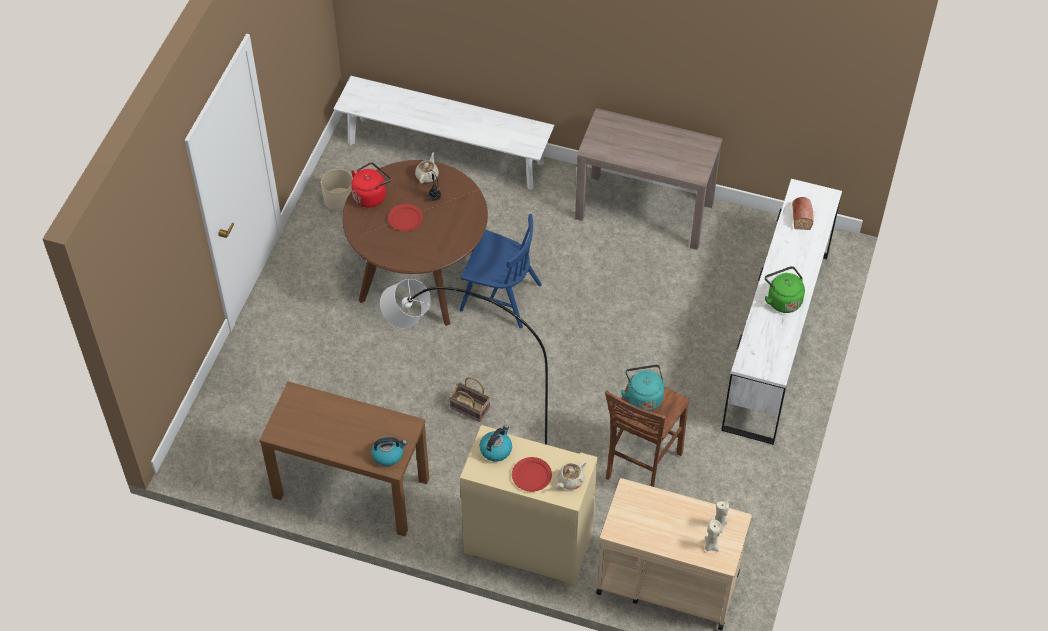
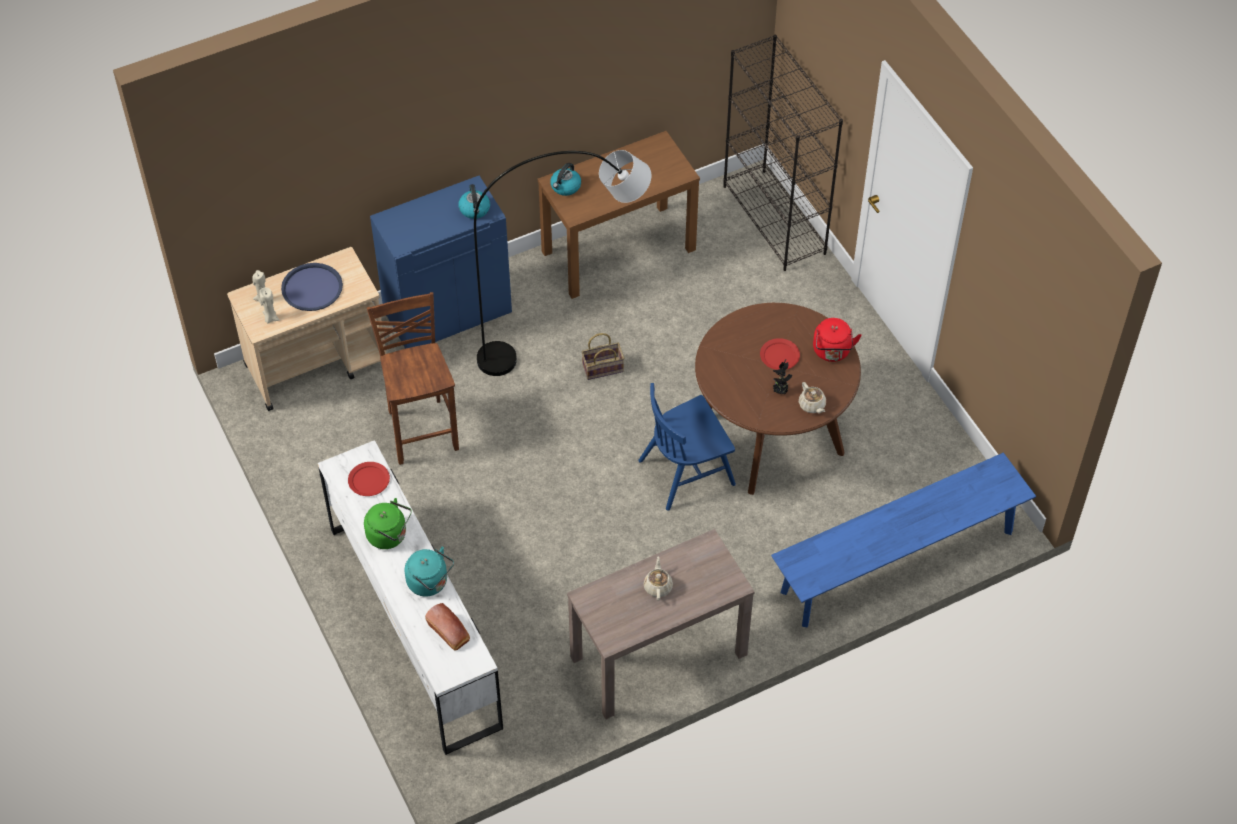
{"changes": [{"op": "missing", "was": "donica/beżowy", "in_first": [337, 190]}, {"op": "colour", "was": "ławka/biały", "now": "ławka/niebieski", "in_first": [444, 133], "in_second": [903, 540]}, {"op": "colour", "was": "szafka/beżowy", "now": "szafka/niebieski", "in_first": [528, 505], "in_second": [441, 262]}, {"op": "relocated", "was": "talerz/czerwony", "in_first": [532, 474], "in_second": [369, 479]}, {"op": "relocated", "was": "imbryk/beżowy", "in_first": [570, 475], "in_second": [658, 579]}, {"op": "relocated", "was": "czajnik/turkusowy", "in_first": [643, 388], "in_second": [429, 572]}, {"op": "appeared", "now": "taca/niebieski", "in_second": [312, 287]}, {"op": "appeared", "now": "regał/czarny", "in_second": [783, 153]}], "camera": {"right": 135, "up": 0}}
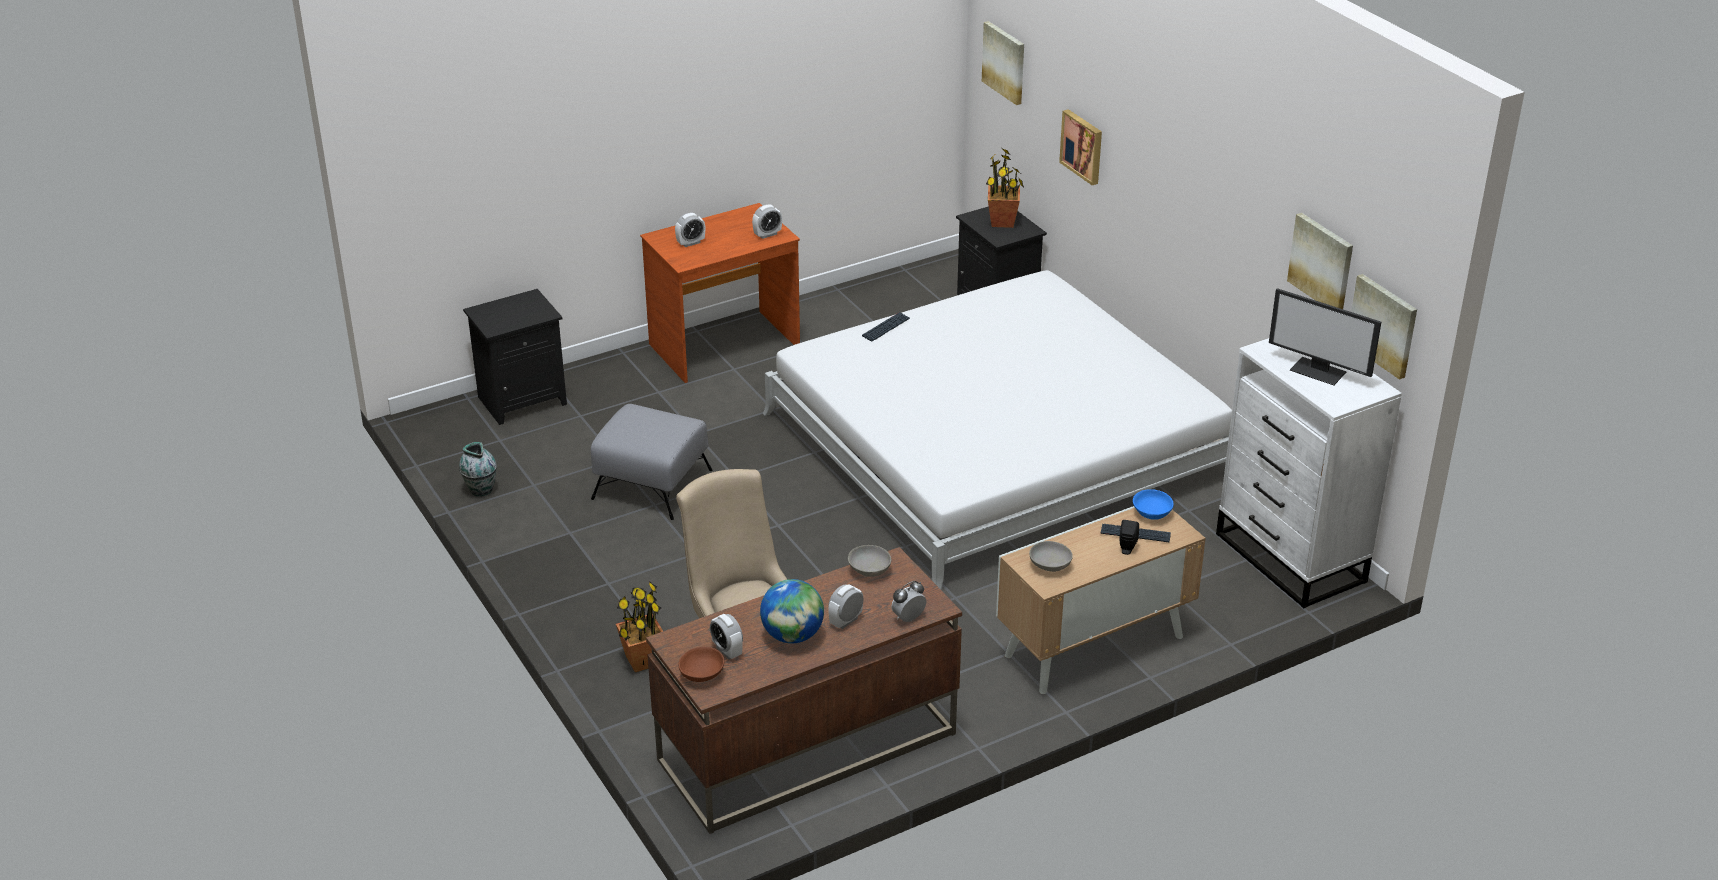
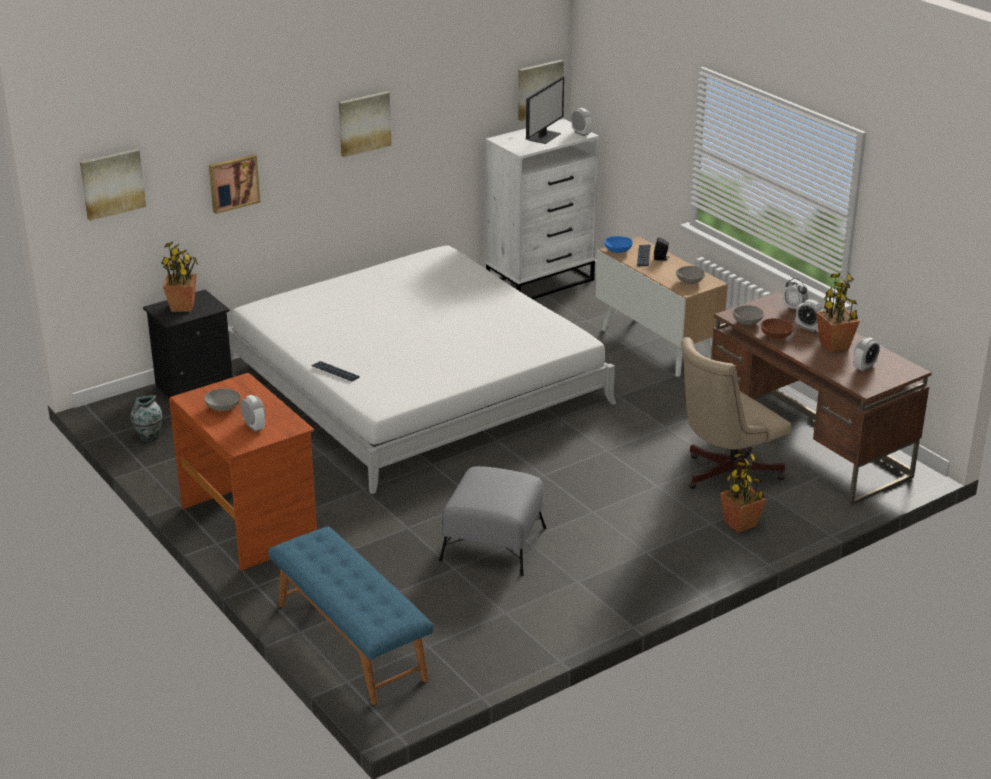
{"changes": [{"op": "relocated", "was": "wazon", "in_first": [478, 469], "in_second": [146, 418]}, {"op": "exchanged", "was": "szafka nocna/czarny", "now": "ławka/niebieski", "in_first": [515, 357], "in_second": [350, 616]}, {"op": "relocated", "was": "miska/brązowy", "in_first": [701, 664], "in_second": [777, 328]}, {"op": "relocated", "was": "budzik", "in_first": [767, 221], "in_second": [581, 122]}, {"op": "exchanged", "was": "globus", "now": "roślina doniczkowa", "in_first": [792, 611], "in_second": [838, 312]}, {"op": "relocated", "was": "obraz", "in_first": [1320, 261], "in_second": [365, 124]}, {"op": "appeared", "now": "miska/szary", "in_second": [222, 400]}], "camera": {"right": -95, "up": -5}}
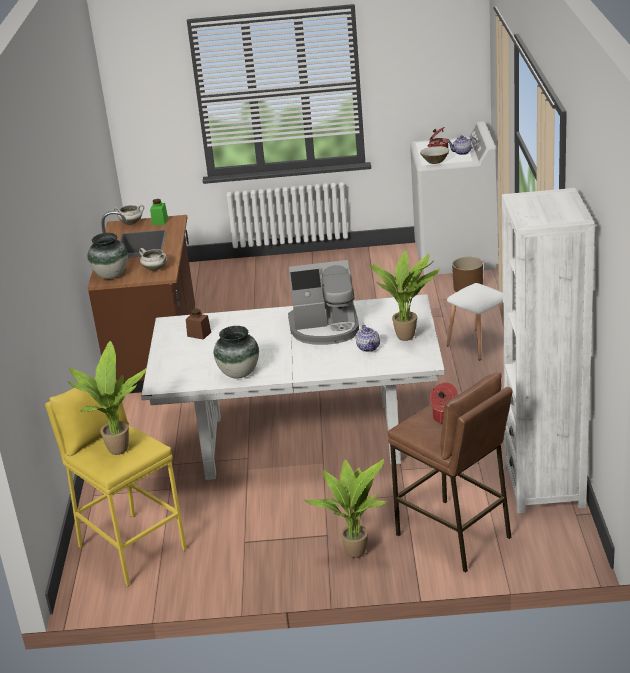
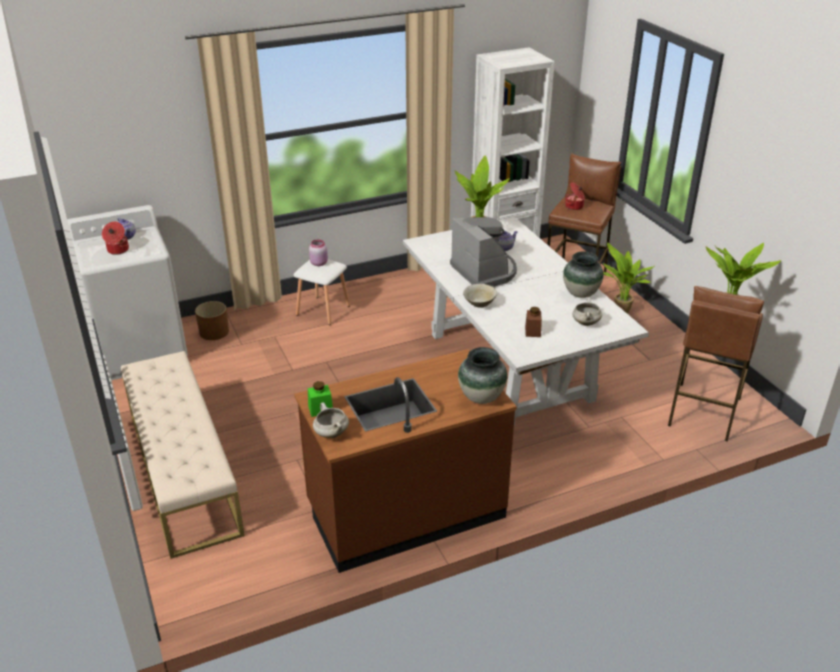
{"changes": [{"op": "colour", "was": "stołek/żółty", "now": "stołek/brązowy", "in_first": [116, 482], "in_second": [716, 364]}, {"op": "relocated", "was": "garnek/biały", "in_first": [153, 259], "in_second": [587, 311]}, {"op": "relocated", "was": "miska/beżowy", "in_first": [434, 155], "in_second": [480, 296]}, {"op": "appeared", "now": "ławka/beżowy", "in_second": [183, 455]}, {"op": "appeared", "now": "słoik/różowy", "in_second": [318, 252]}], "camera": {"right": -115, "up": 5}}
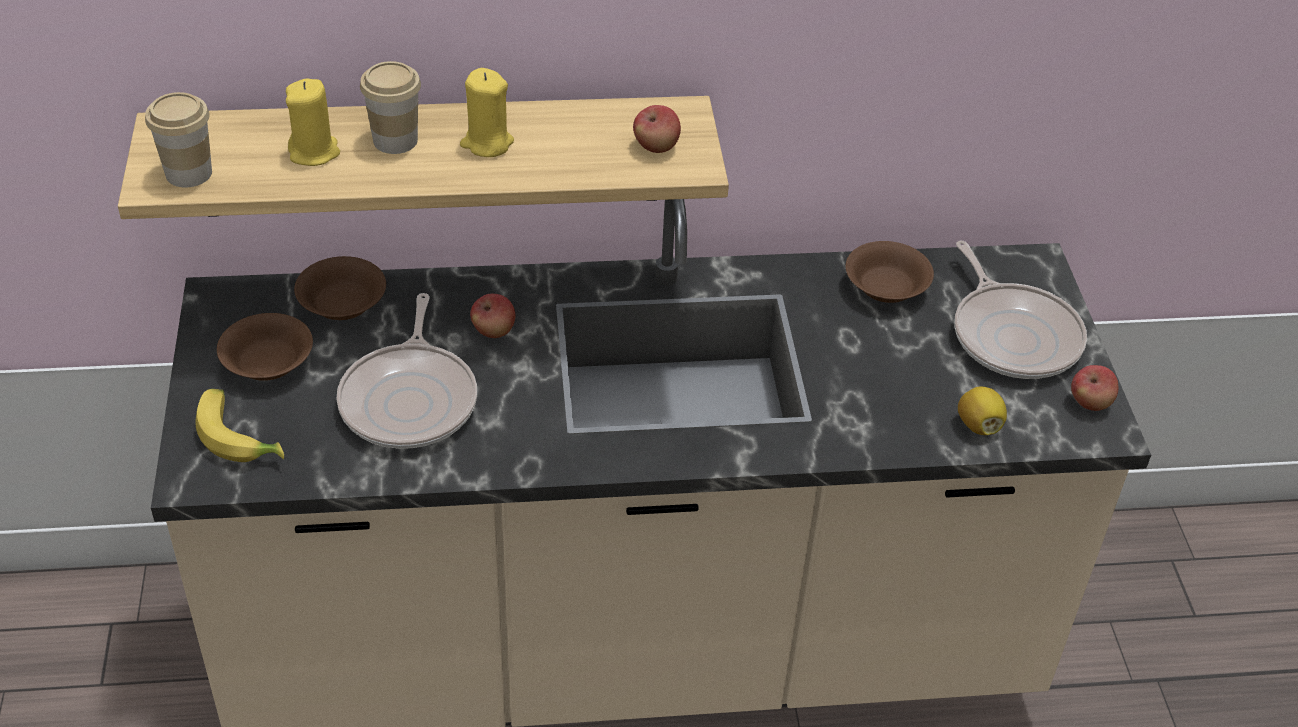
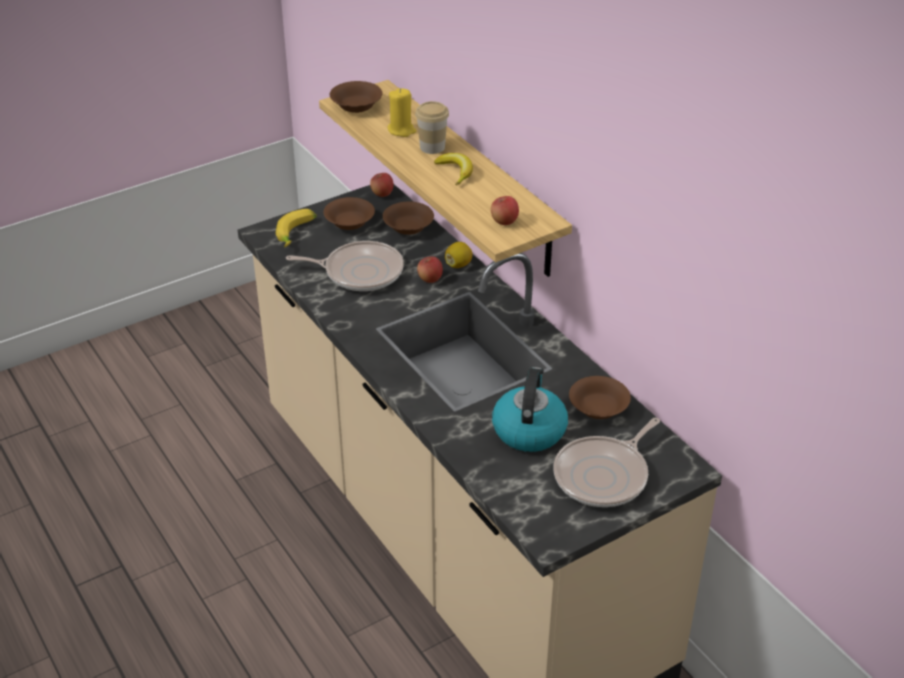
{"changes": [{"op": "exchanged", "was": "filiżanka", "now": "miska/brązowy", "in_first": [178, 139], "in_second": [356, 97]}, {"op": "spun", "was": "patelnia", "in_first": [406, 371], "in_second": [345, 266], "clockwise": -150}, {"op": "exchanged", "was": "świeca/żółty", "now": "banan", "in_first": [487, 112], "in_second": [453, 169]}, {"op": "relocated", "was": "cytryna", "in_first": [982, 411], "in_second": [458, 255]}, {"op": "relocated", "was": "jabłko", "in_first": [1094, 388], "in_second": [382, 185]}, {"op": "appeared", "now": "czajnik", "in_second": [530, 409]}], "camera": {"right": 65, "up": -5}}
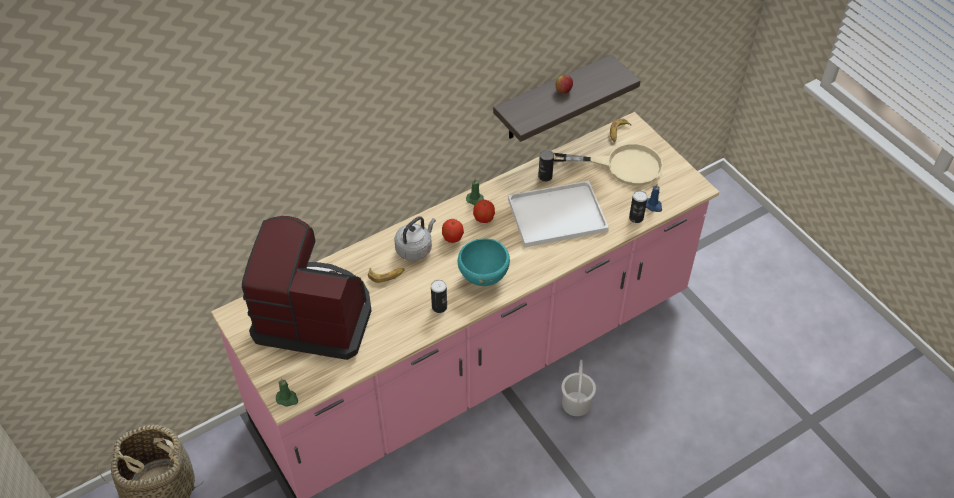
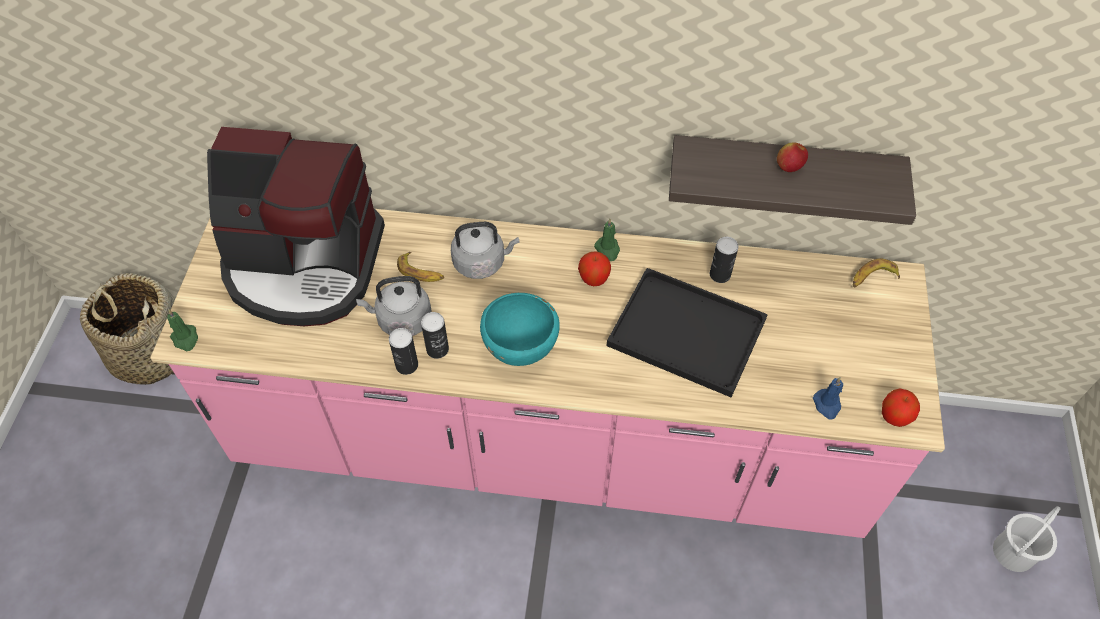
{"changes": [{"op": "spun", "was": "ekspres do kawy", "in_first": [307, 288], "in_second": [296, 226], "clockwise": 135}, {"op": "relocated", "was": "jabłko", "in_first": [453, 231], "in_second": [901, 407]}, {"op": "colour", "was": "taca/biały", "now": "taca/czarny", "in_first": [558, 213], "in_second": [687, 332]}, {"op": "missing", "was": "patelnia/beżowy", "in_first": [609, 164]}, {"op": "relocated", "was": "wiadro/biały", "in_first": [578, 388], "in_second": [1027, 539]}, {"op": "relocated", "was": "puszka", "in_first": [638, 207], "in_second": [403, 351]}, {"op": "appeared", "now": "czajnik/szary", "in_second": [394, 306]}], "camera": {"right": 40, "up": 5}}
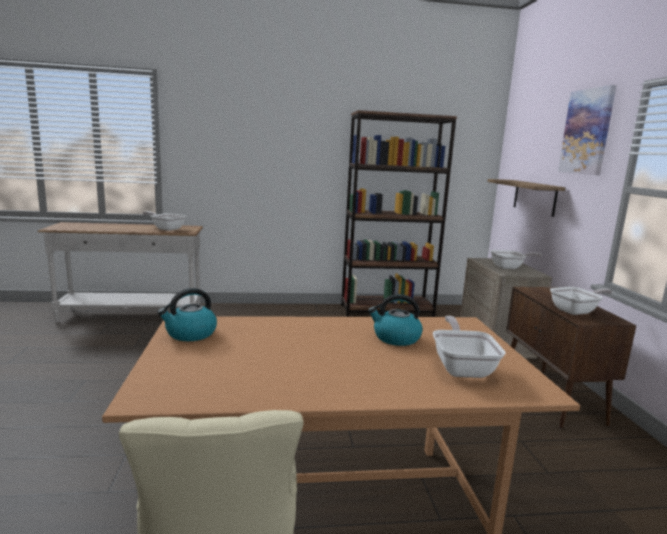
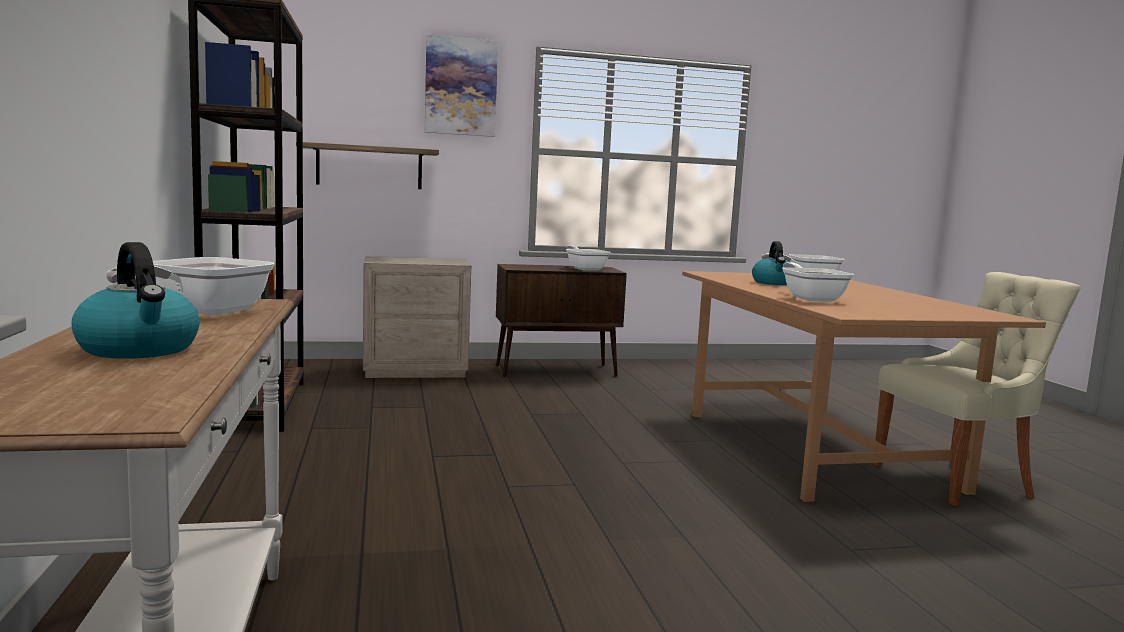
{"changes": [{"op": "relocated", "was": "czajnik", "in_first": [187, 314], "in_second": [135, 300]}, {"op": "relocated", "was": "patelnia", "in_first": [516, 259], "in_second": [818, 282]}], "camera": {"right": -95, "up": -5}}
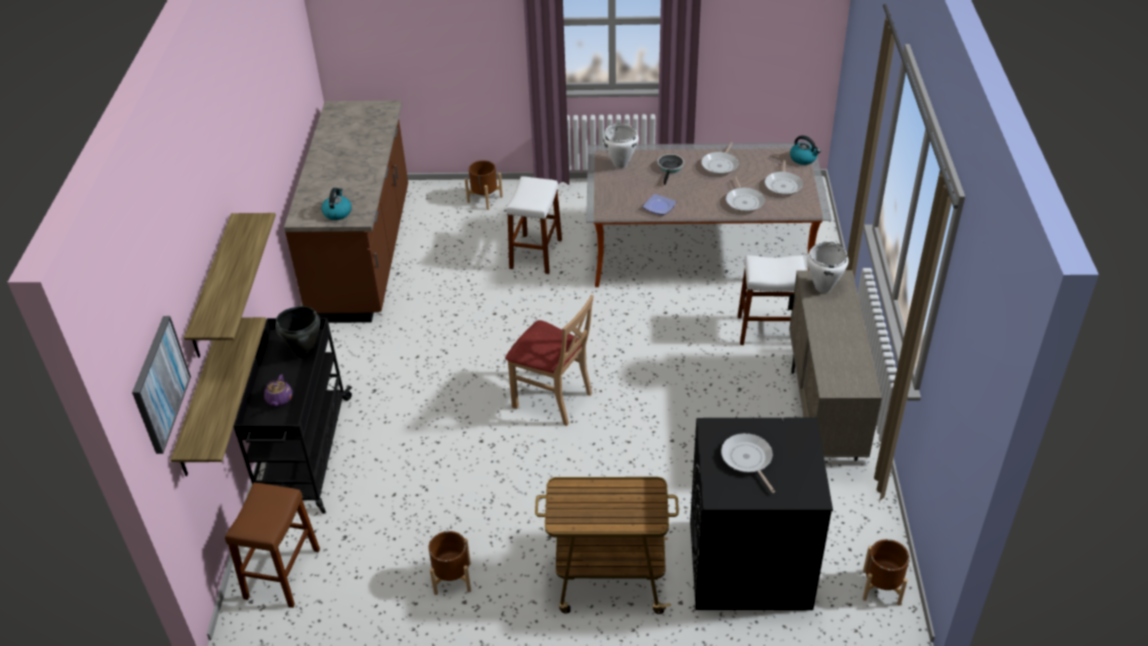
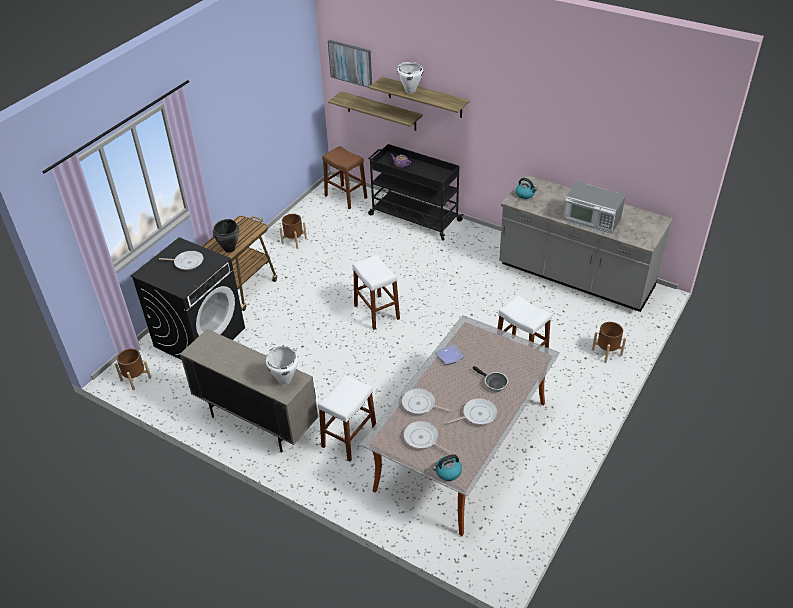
{"changes": [{"op": "relocated", "was": "garnek/czarny", "in_first": [297, 331], "in_second": [226, 236]}, {"op": "colour", "was": "zabudowa kuchenna/brązowy", "now": "zabudowa kuchenna/szary", "in_first": [346, 211], "in_second": [586, 243]}, {"op": "exchanged", "was": "krzesło/beżowy", "now": "stołek/biały", "in_first": [549, 360], "in_second": [376, 292]}, {"op": "relocated", "was": "garnek/biały", "in_first": [621, 145], "in_second": [410, 77]}, {"op": "spun", "was": "patelnia", "in_first": [719, 158], "in_second": [472, 411], "clockwise": 105}, {"op": "appeared", "now": "mikrofalówka", "in_second": [594, 208]}], "camera": {"right": 120, "up": 0}}
